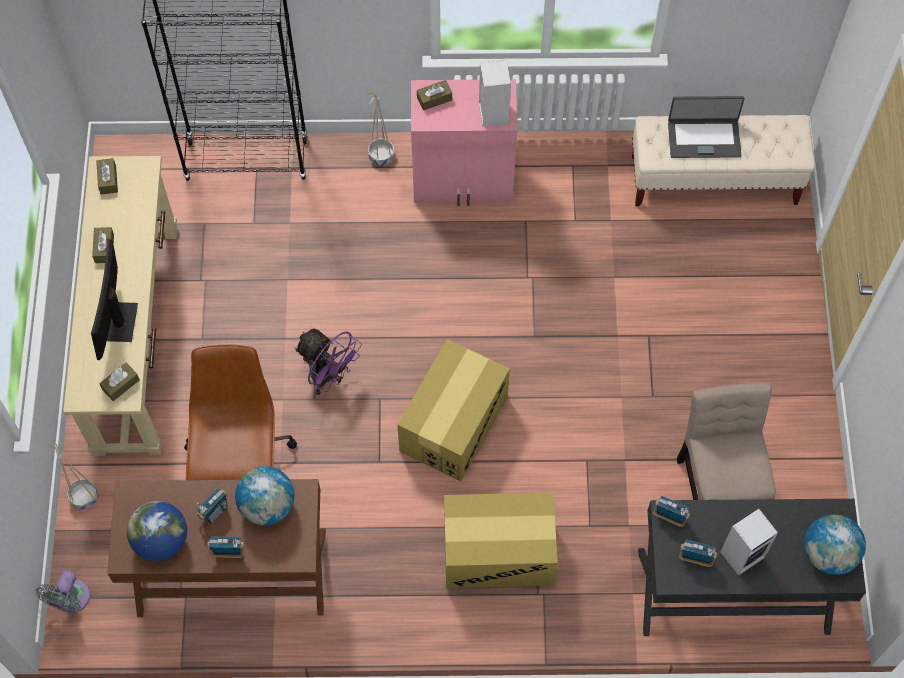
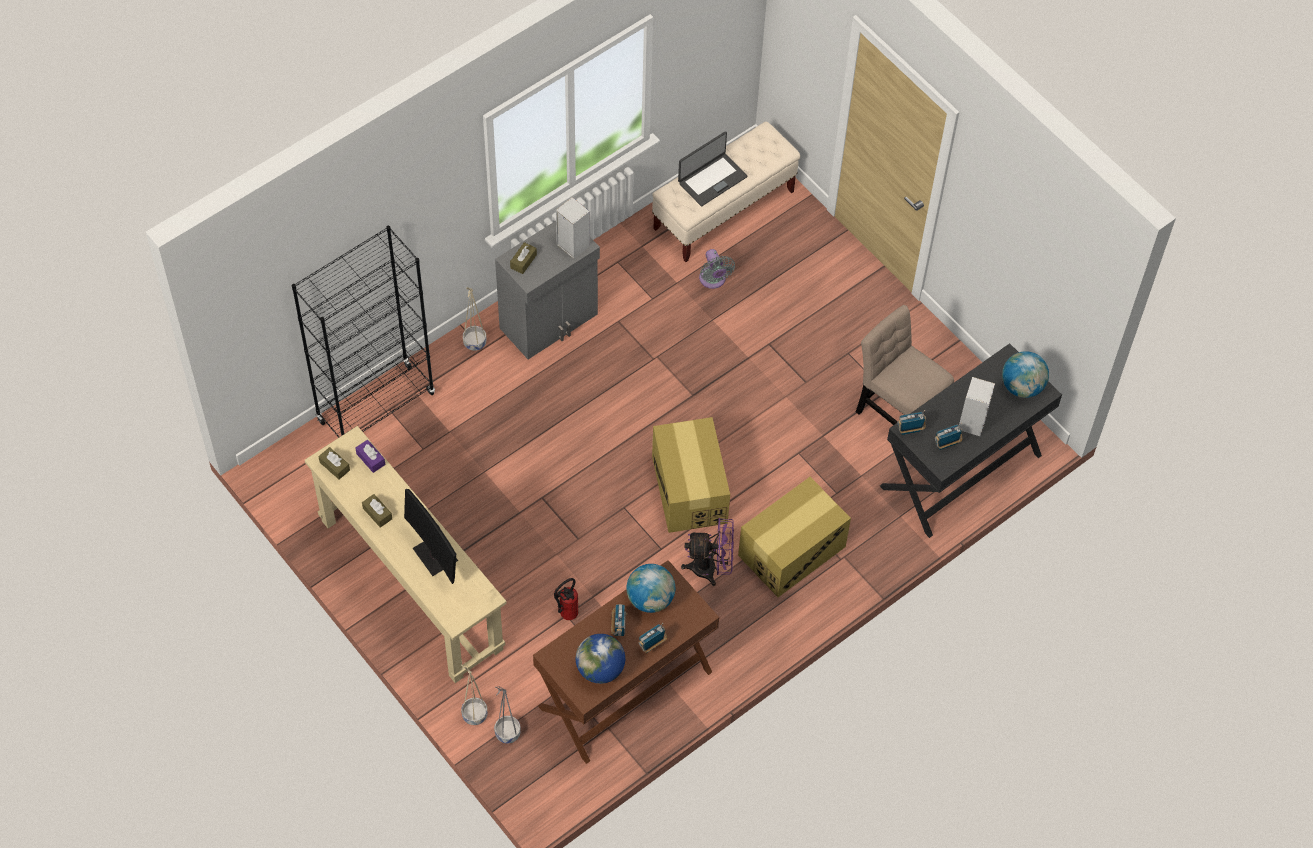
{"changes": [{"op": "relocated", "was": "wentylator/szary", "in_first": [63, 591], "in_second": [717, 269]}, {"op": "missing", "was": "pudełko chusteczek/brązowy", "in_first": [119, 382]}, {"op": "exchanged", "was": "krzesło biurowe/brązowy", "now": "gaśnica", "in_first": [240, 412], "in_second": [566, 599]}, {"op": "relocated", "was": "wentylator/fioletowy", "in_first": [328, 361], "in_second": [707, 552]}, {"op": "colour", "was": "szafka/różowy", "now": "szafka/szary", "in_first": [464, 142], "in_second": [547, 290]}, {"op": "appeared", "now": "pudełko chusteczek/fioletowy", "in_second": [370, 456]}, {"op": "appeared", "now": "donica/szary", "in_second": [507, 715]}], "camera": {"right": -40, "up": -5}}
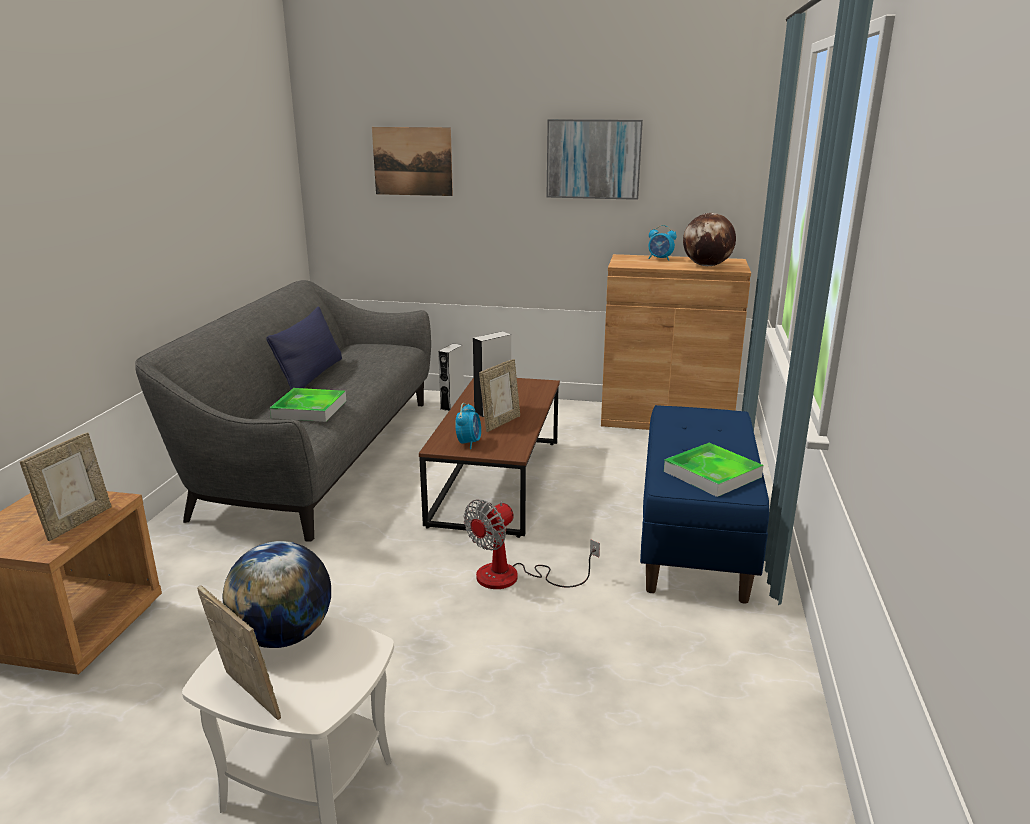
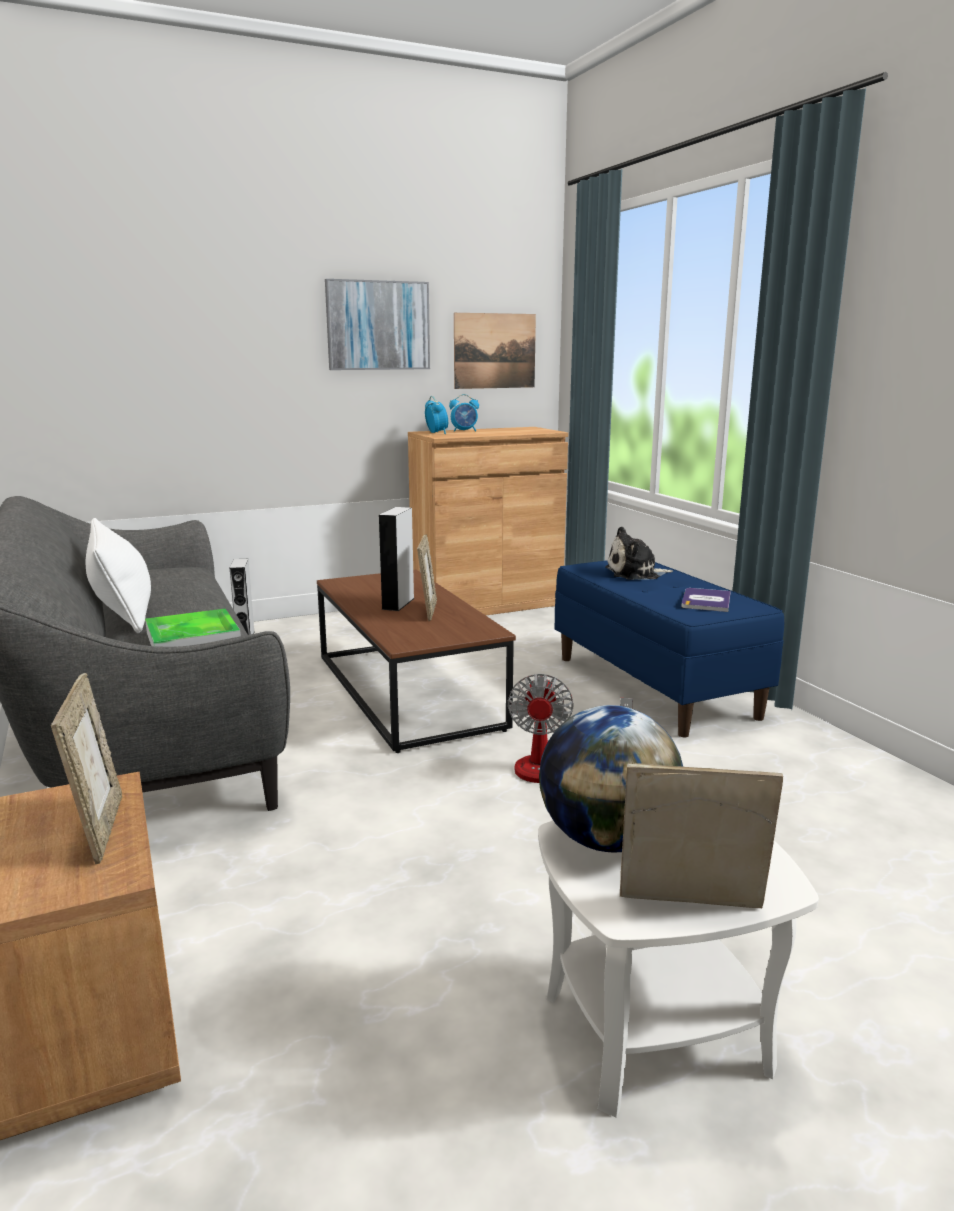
{"changes": [{"op": "colour", "was": "poduszka/niebieski", "now": "poduszka/biały", "in_first": [304, 348], "in_second": [118, 575]}, {"op": "relocated", "was": "obraz", "in_first": [412, 161], "in_second": [495, 351]}, {"op": "relocated", "was": "budzik", "in_first": [468, 426], "in_second": [436, 415]}, {"op": "exchanged", "was": "taca", "now": "książka", "in_first": [713, 470], "in_second": [706, 600]}, {"op": "missing", "was": "globus", "in_first": [709, 239]}, {"op": "appeared", "now": "pluszak", "in_second": [639, 553]}], "camera": {"right": -35, "up": -5}}
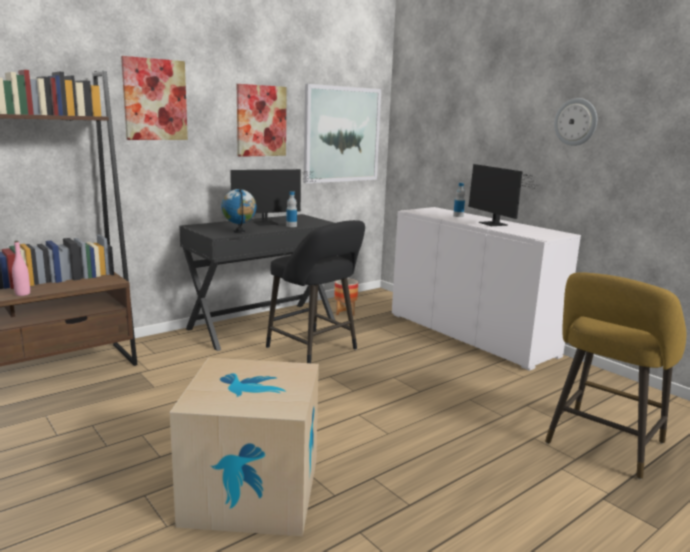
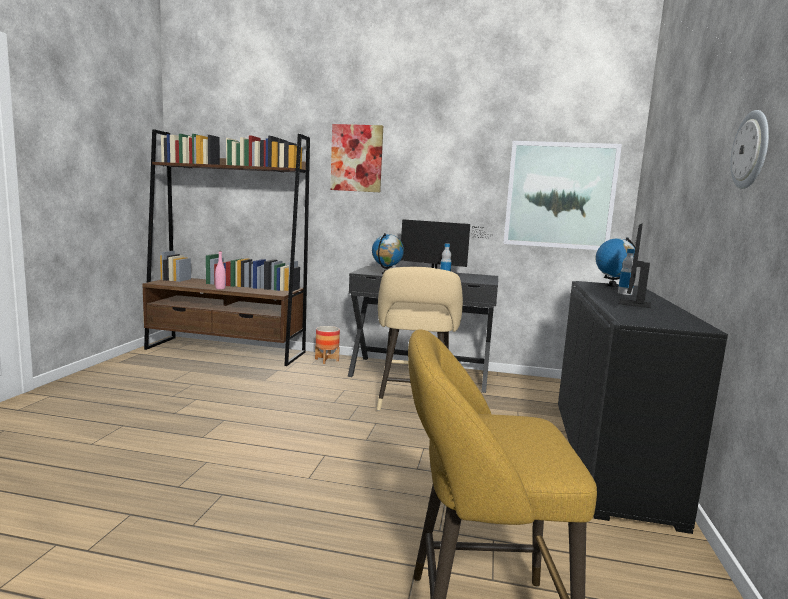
{"changes": [{"op": "missing", "was": "karton", "in_first": [244, 447]}, {"op": "missing", "was": "obraz", "in_first": [262, 120]}, {"op": "colour", "was": "stołek/czarny", "now": "stołek/beżowy", "in_first": [315, 291], "in_second": [420, 339]}, {"op": "relocated", "was": "donica", "in_first": [346, 297], "in_second": [327, 345]}, {"op": "colour", "was": "szafka/biały", "now": "szafka/czarny", "in_first": [486, 289], "in_second": [643, 407]}, {"op": "appeared", "now": "globus", "in_second": [615, 262]}], "camera": {"right": 50, "up": -5}}
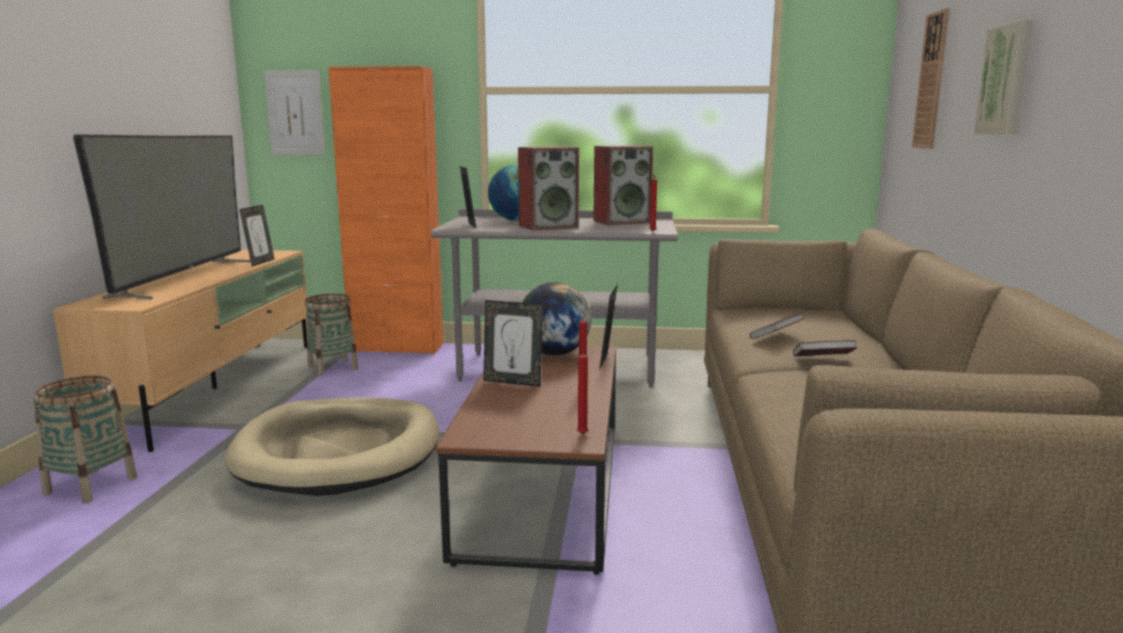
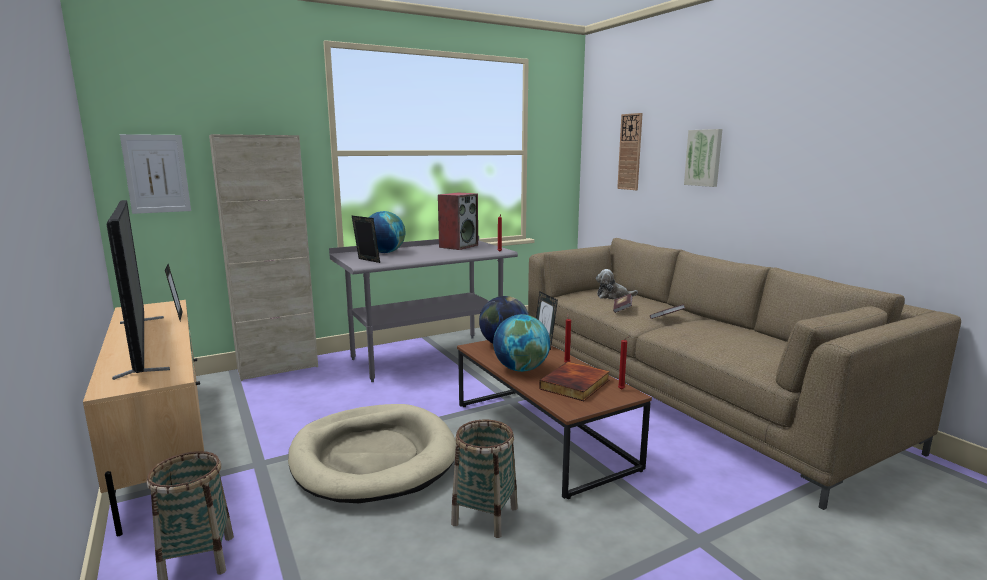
{"changes": [{"op": "relocated", "was": "koszyk", "in_first": [331, 335], "in_second": [484, 479]}, {"op": "colour", "was": "szafka/pomarańczowy", "now": "szafka/beżowy", "in_first": [386, 210], "in_second": [263, 257]}, {"op": "exchanged", "was": "ramka na zdjęcie", "now": "globus", "in_first": [513, 343], "in_second": [521, 343]}, {"op": "missing", "was": "głośnik", "in_first": [548, 189]}, {"op": "appeared", "now": "książka", "in_second": [574, 381]}, {"op": "appeared", "now": "pluszak", "in_second": [617, 284]}], "camera": {"right": -35, "up": 0}}
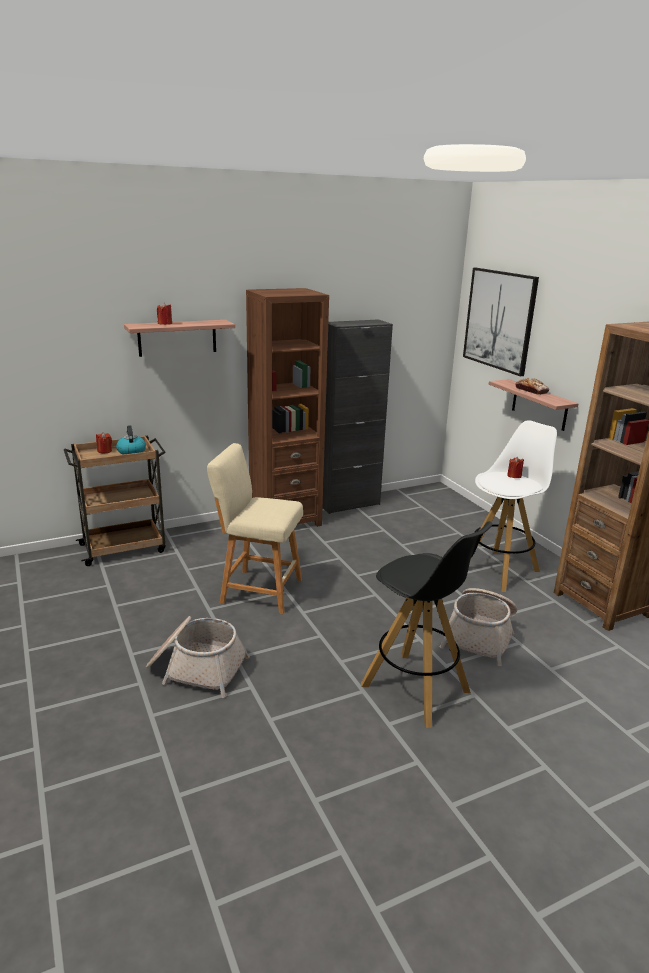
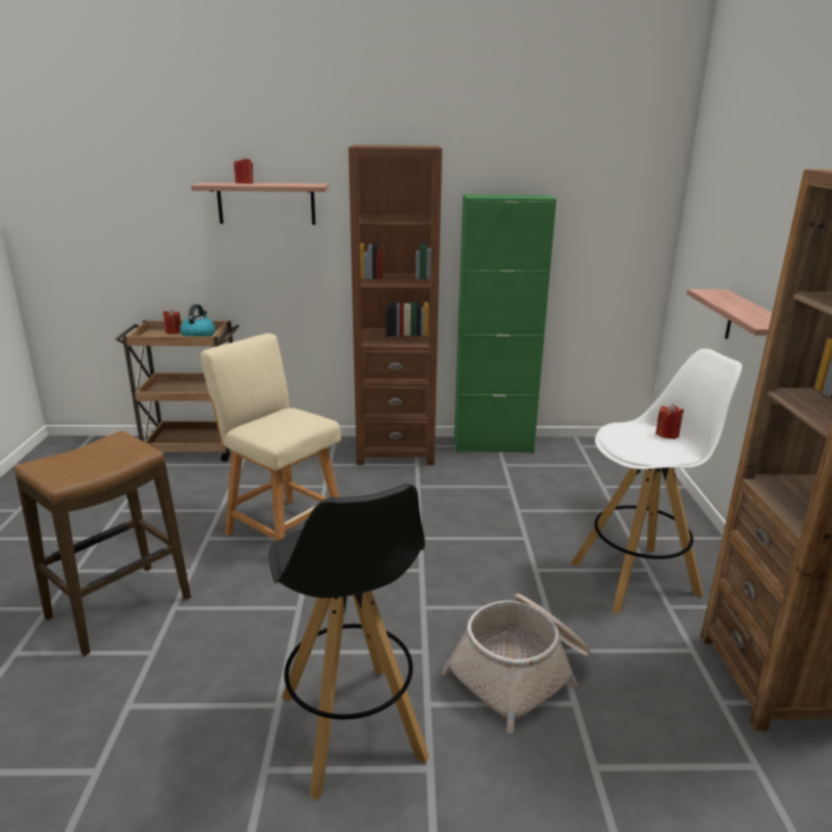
{"changes": [{"op": "exchanged", "was": "koszyk", "now": "stołek", "in_first": [198, 657], "in_second": [102, 543]}, {"op": "colour", "was": "szafka/czarny", "now": "szafka/zielony", "in_first": [358, 416], "in_second": [505, 323]}, {"op": "missing", "was": "obraz", "in_first": [501, 322]}, {"op": "missing", "was": "chleb", "in_first": [532, 386]}], "camera": {"right": 25, "up": 0}}
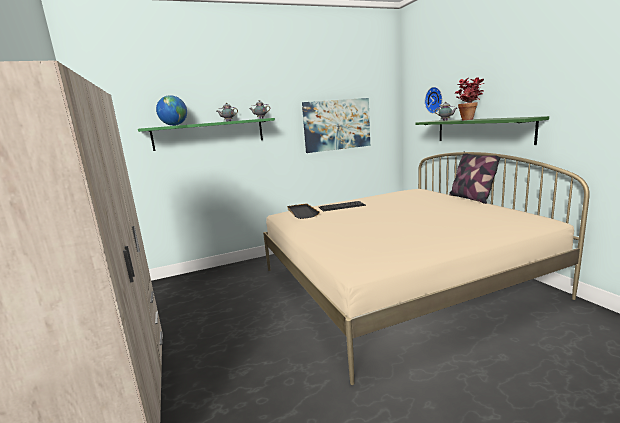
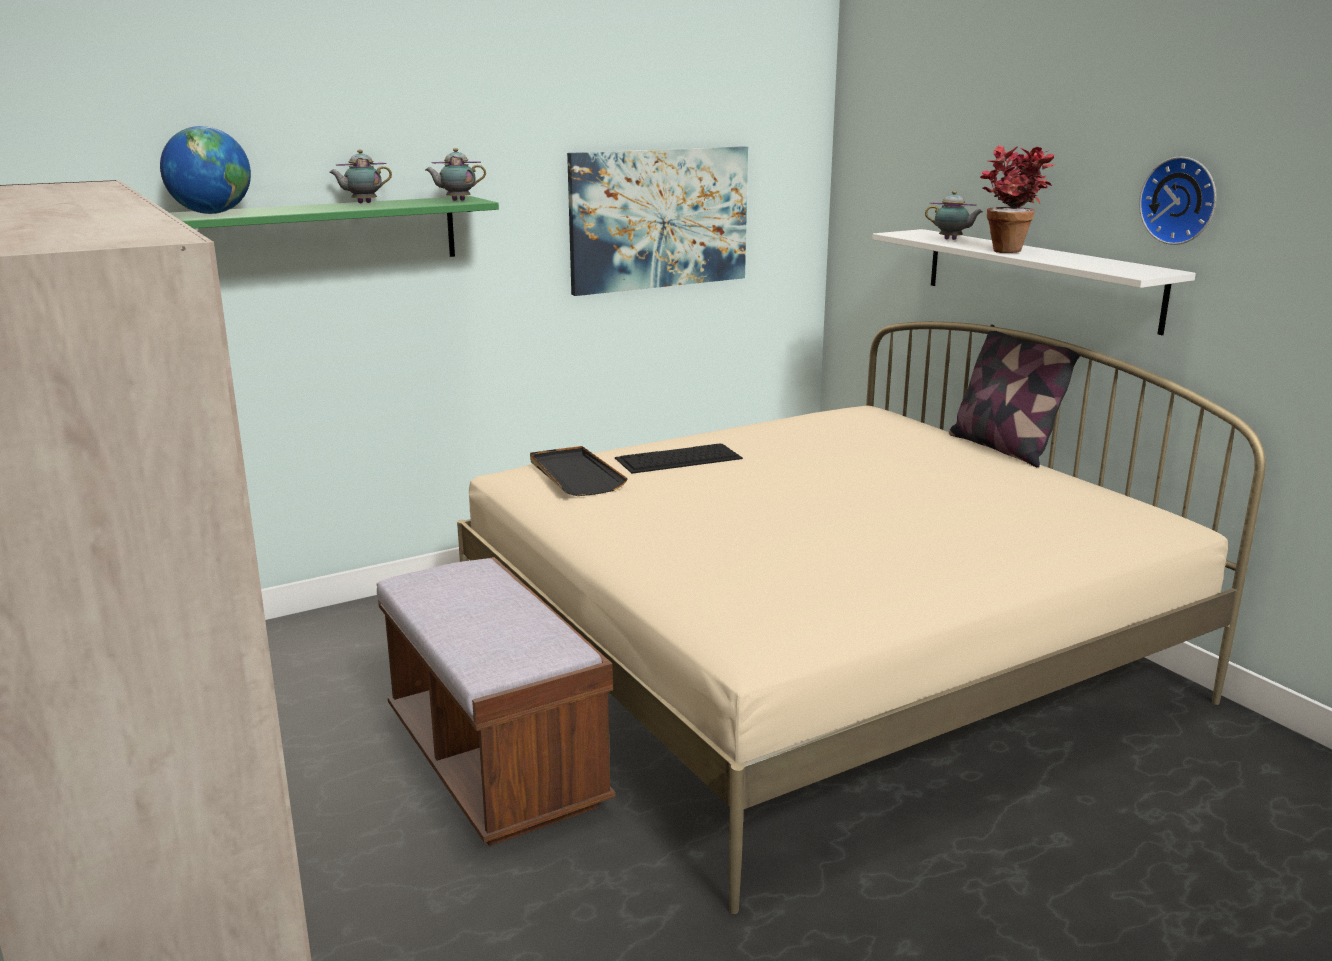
{"changes": [{"op": "colour", "was": "półka/zielony", "now": "półka/biały", "in_first": [482, 130], "in_second": [1034, 282]}, {"op": "relocated", "was": "zegar ścienny", "in_first": [433, 100], "in_second": [1177, 201]}, {"op": "appeared", "now": "ławka/brązowy", "in_second": [496, 701]}], "camera": {"right": -10, "up": 5}}
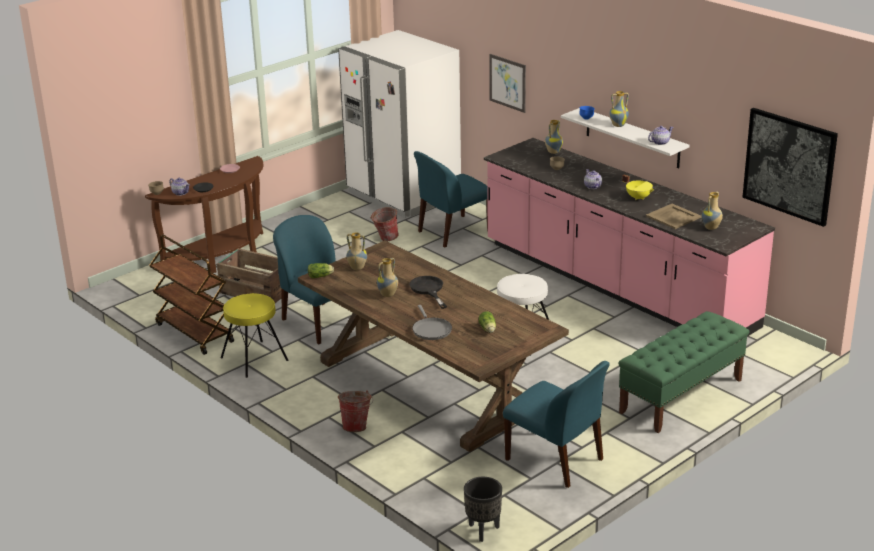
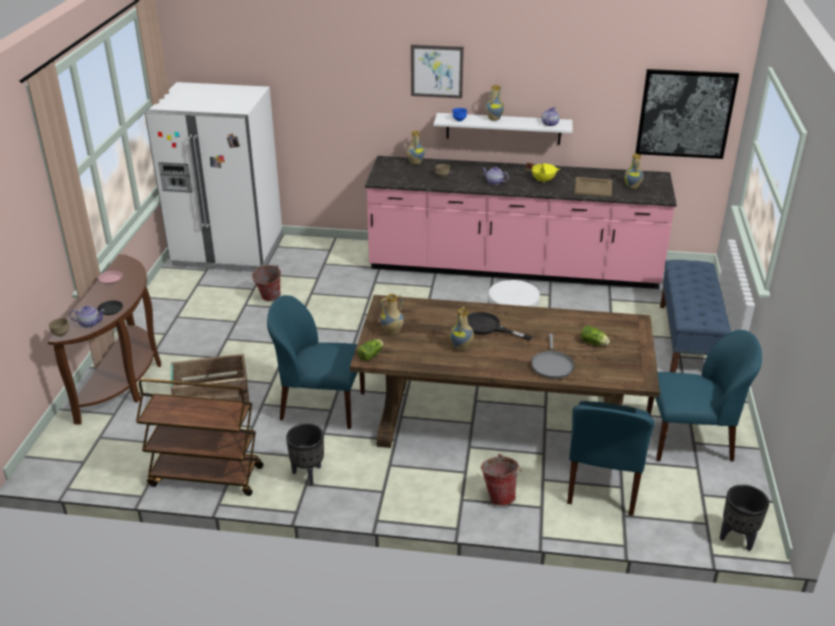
{"changes": [{"op": "exchanged", "was": "stołek/żółty", "now": "donica/czarny", "in_first": [254, 335], "in_second": [305, 455]}, {"op": "spun", "was": "patelnia/szary", "in_first": [432, 322], "in_second": [553, 356], "clockwise": 60}, {"op": "relocated", "was": "krzesło/niebieski", "in_first": [451, 199], "in_second": [611, 458]}, {"op": "relocated", "was": "obraz", "in_first": [507, 83], "in_second": [437, 71]}, {"op": "colour", "was": "ławka/zielony", "now": "ławka/niebieski", "in_first": [684, 372], "in_second": [695, 316]}], "camera": {"right": -40, "up": 5}}
